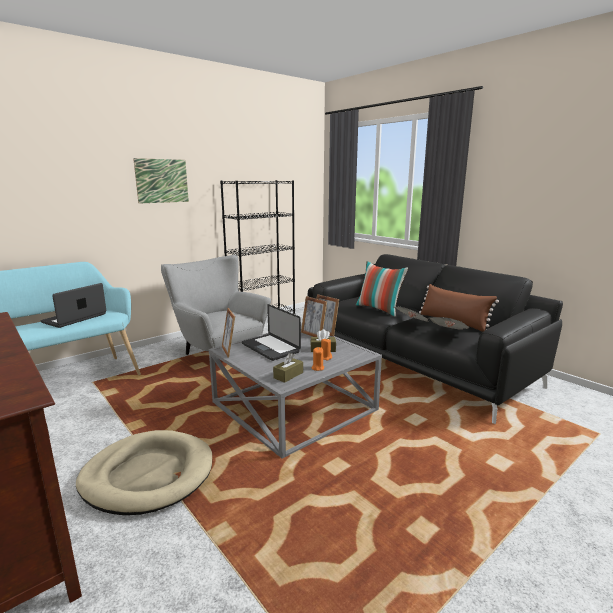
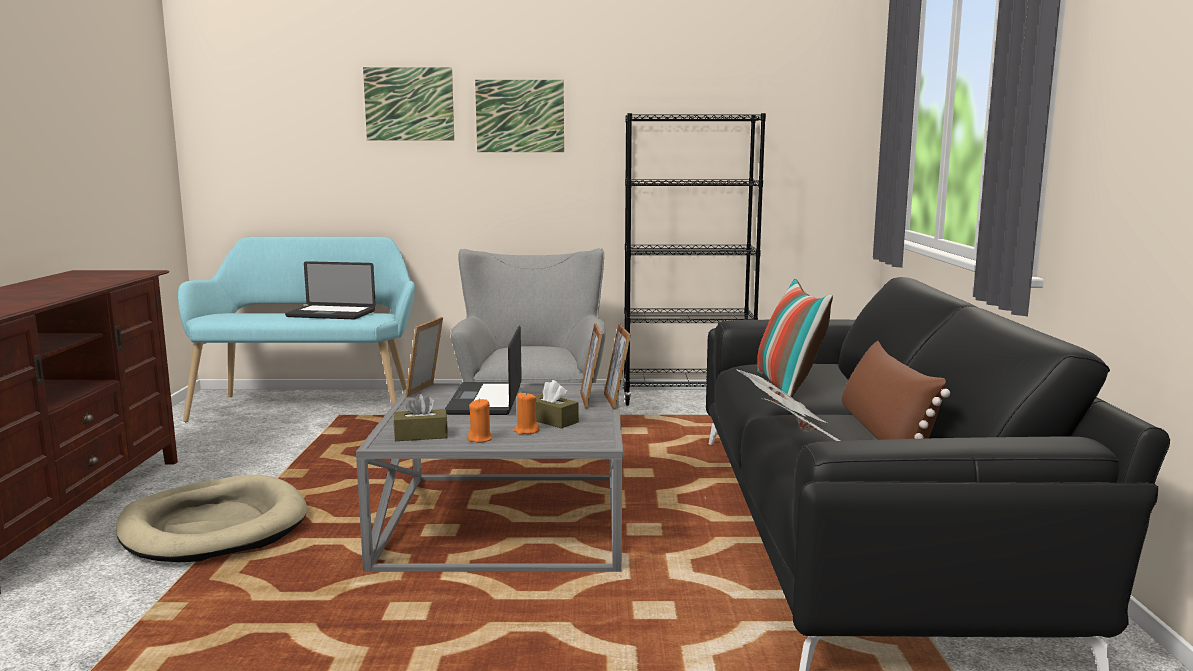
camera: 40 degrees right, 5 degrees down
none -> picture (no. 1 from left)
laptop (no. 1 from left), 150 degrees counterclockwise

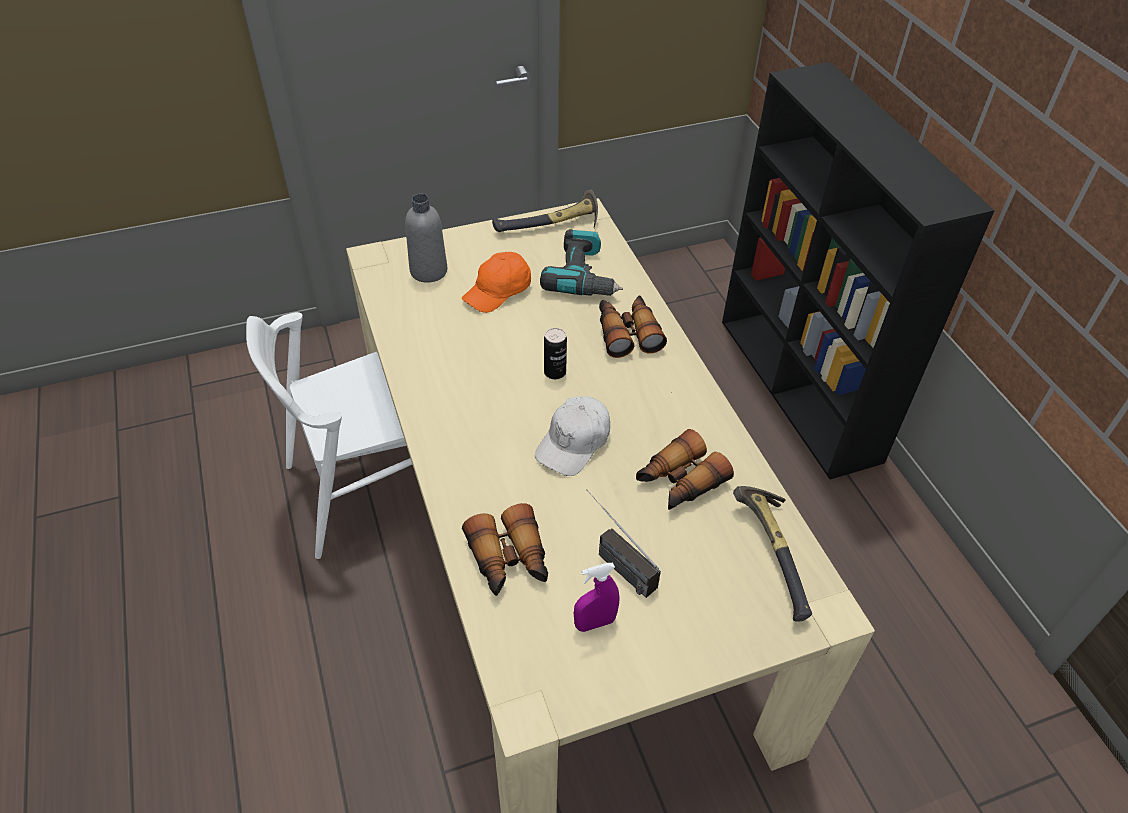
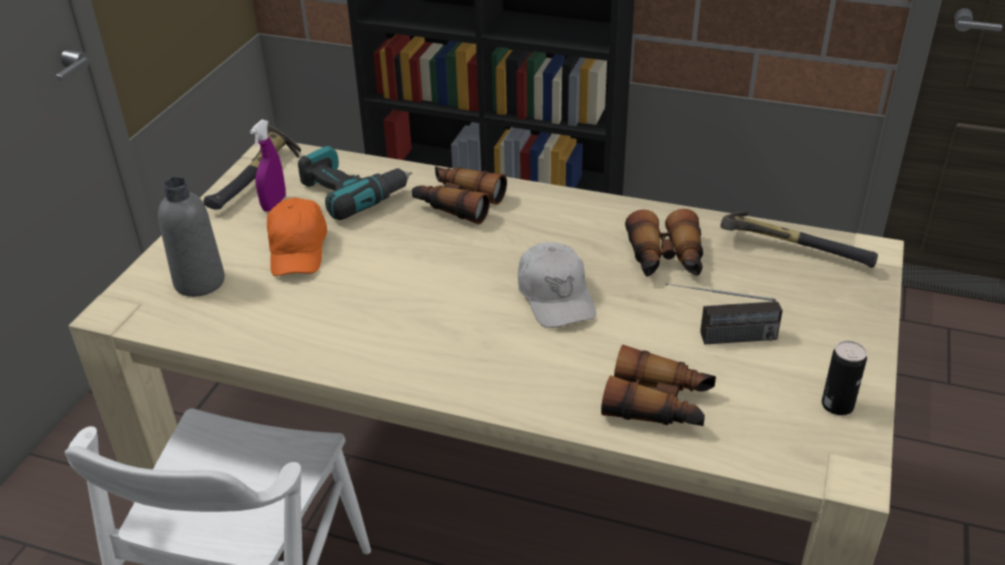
camera: 50 degrees left, 10 degrees down
can, shifted
purple spray bottle, shifted

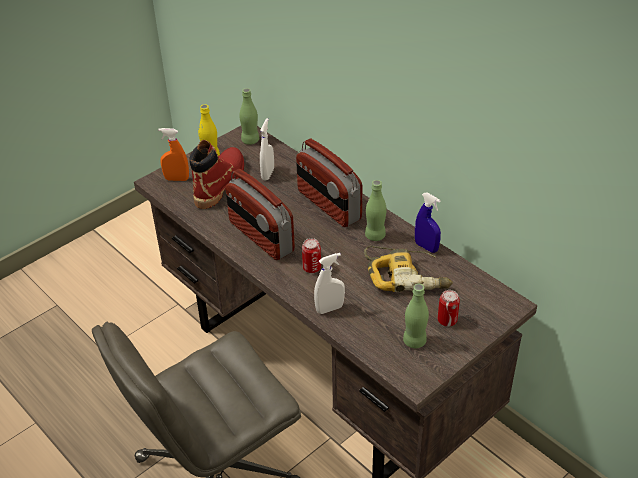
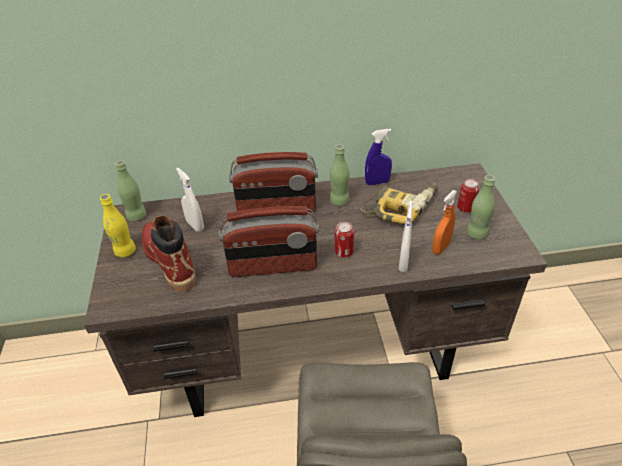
camera: 55 degrees left, 0 degrees up
orange spray bottle, shifted

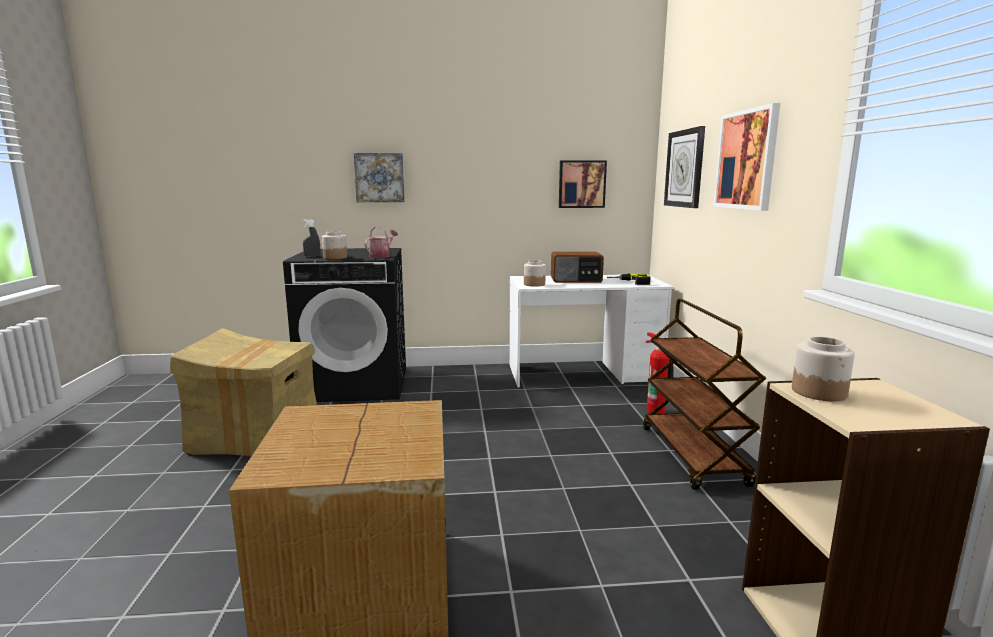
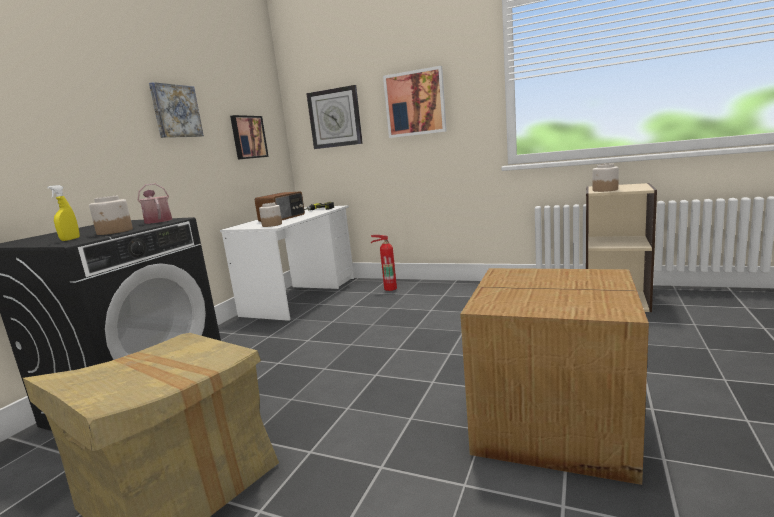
camera: 60 degrees left, 0 degrees up
brown cart -> none
picture (no. 1 from left), shifted
grey spray bottle -> yellow spray bottle

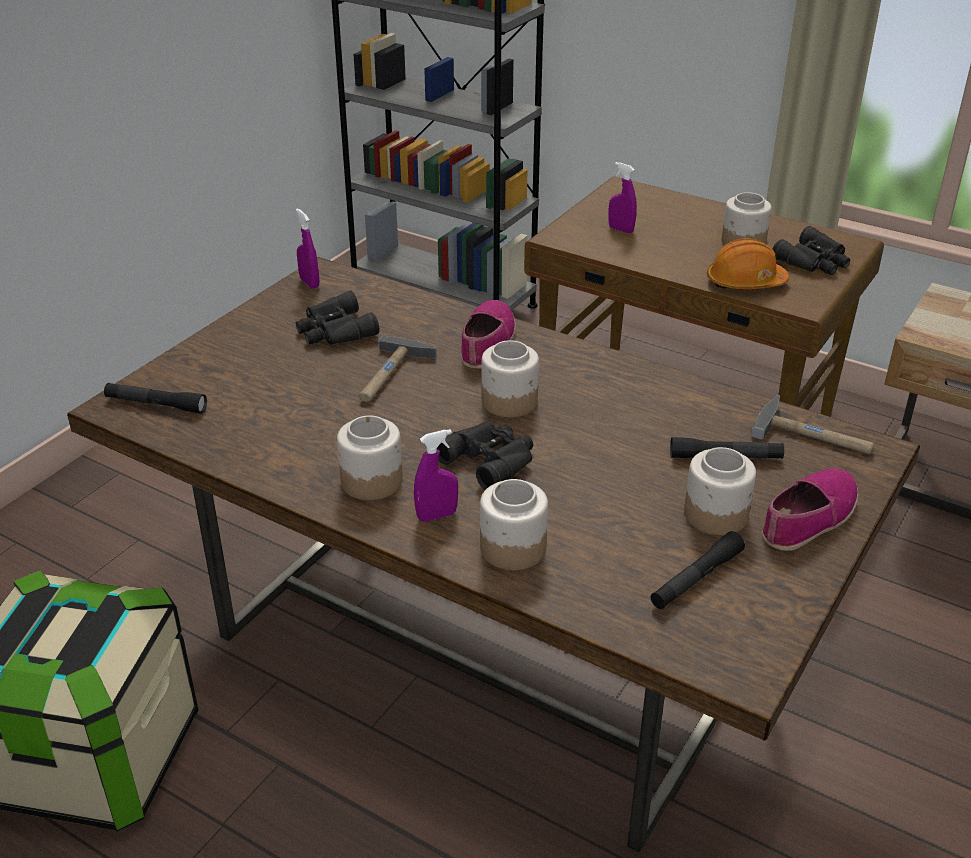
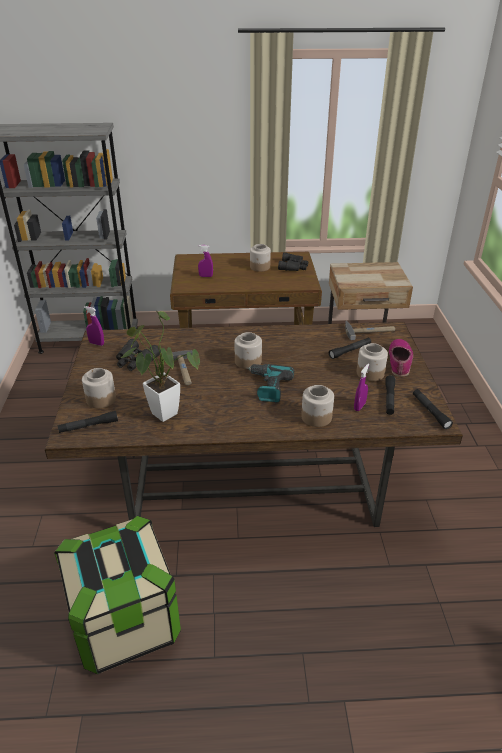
camera: 35 degrees left, 0 degrees up
shoe (no. 1 from left) -> none
orange hard hat -> none
none -> potted plant
none -> black flashlight (no. 4 from left)
jar (no. 1 from left), shifted
purple spray bottle (no. 2 from left in the first image) -> purple spray bottle (no. 3 from left), shifted
black binoculars (no. 2 from left) -> power drill

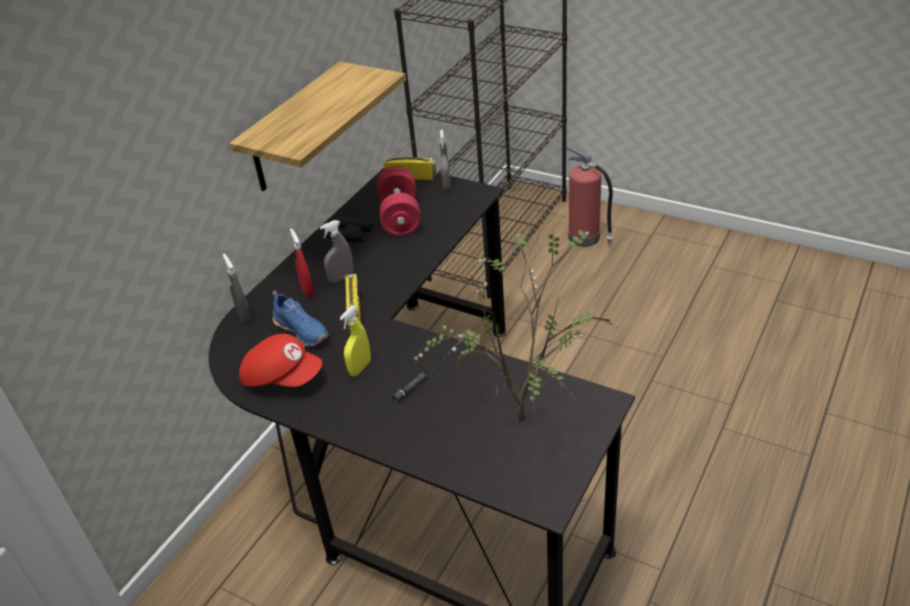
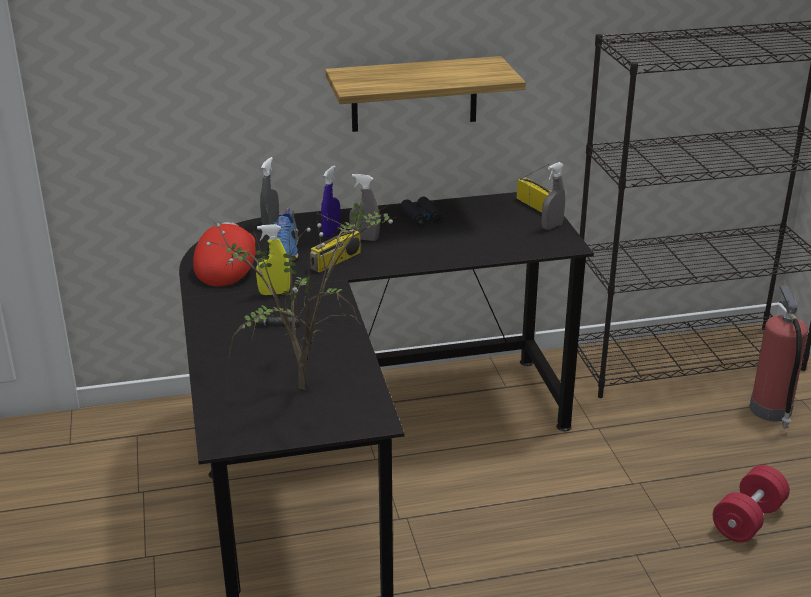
camera: 45 degrees right, 10 degrees down
red dumbbell, shifted
red spray bottle -> blue spray bottle
red cap, 150 degrees counterclockwise

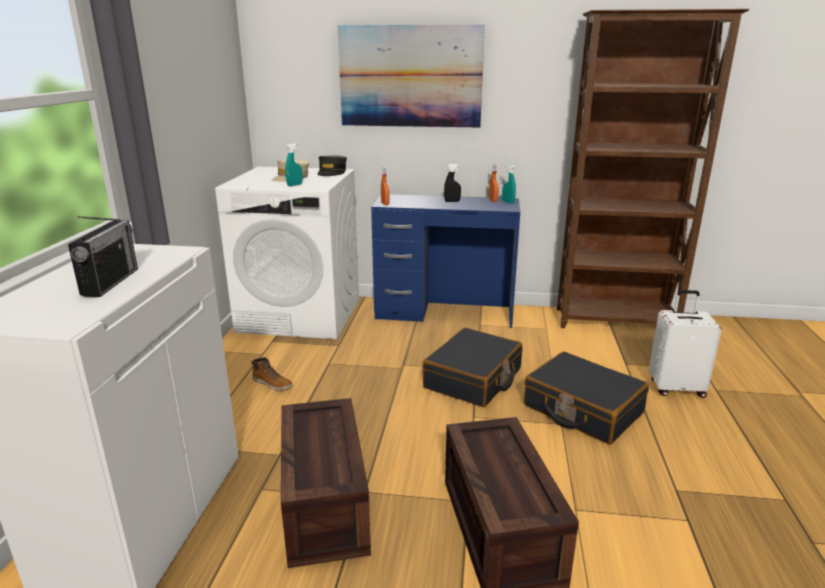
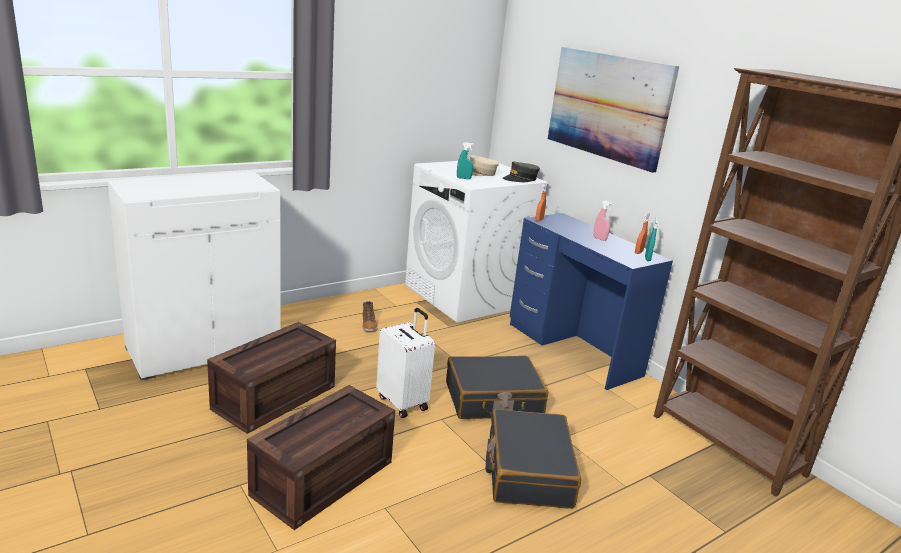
camera: 45 degrees right, 0 degrees up
radio -> none
white suitcase, shifted
black spray bottle -> pink spray bottle

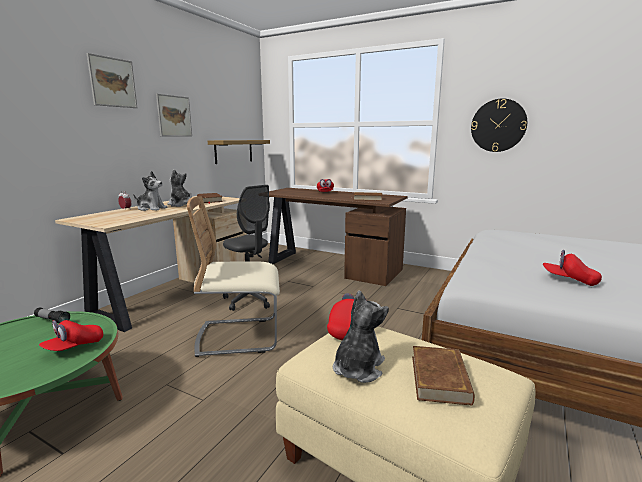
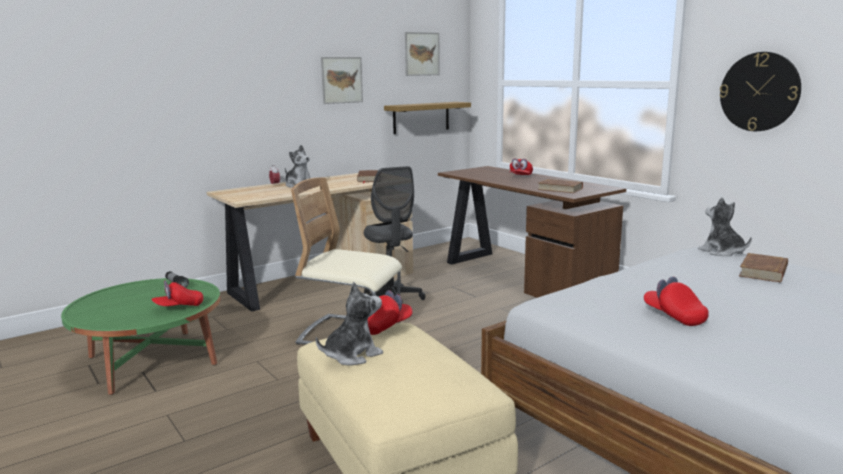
camera: 25 degrees right, 0 degrees up
picture (no. 1 from left in the first image) -> picture (no. 2 from left), shifted
plush toy (no. 2 from left in the first image) -> plush toy (no. 3 from left), shifted
brown book (no. 3 from left), shifted

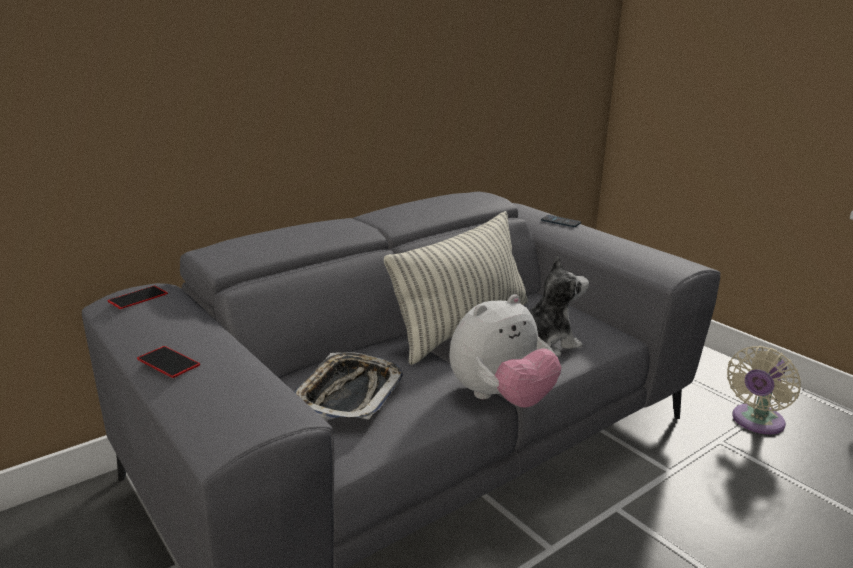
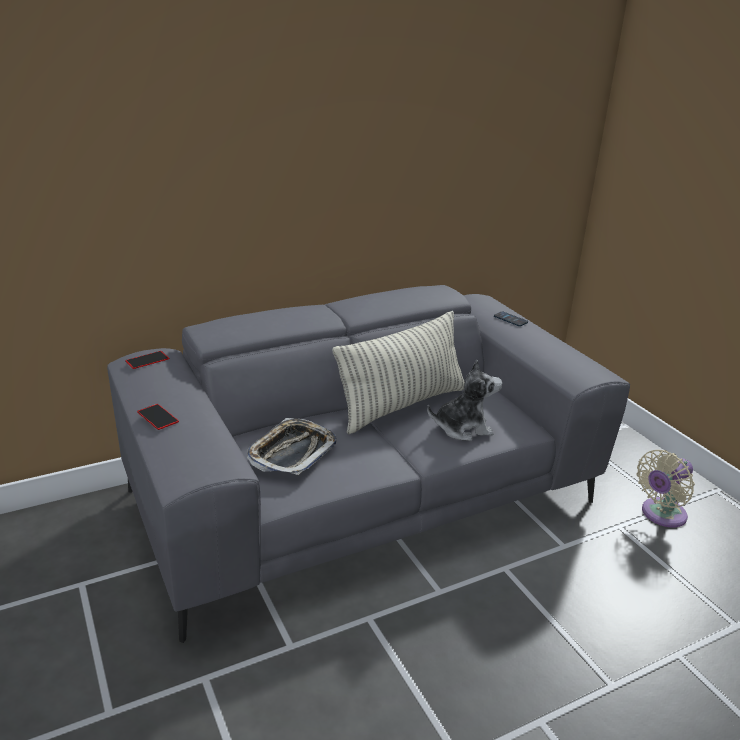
camera: 10 degrees right, 5 degrees up
plush toy (no. 1 from left) -> none

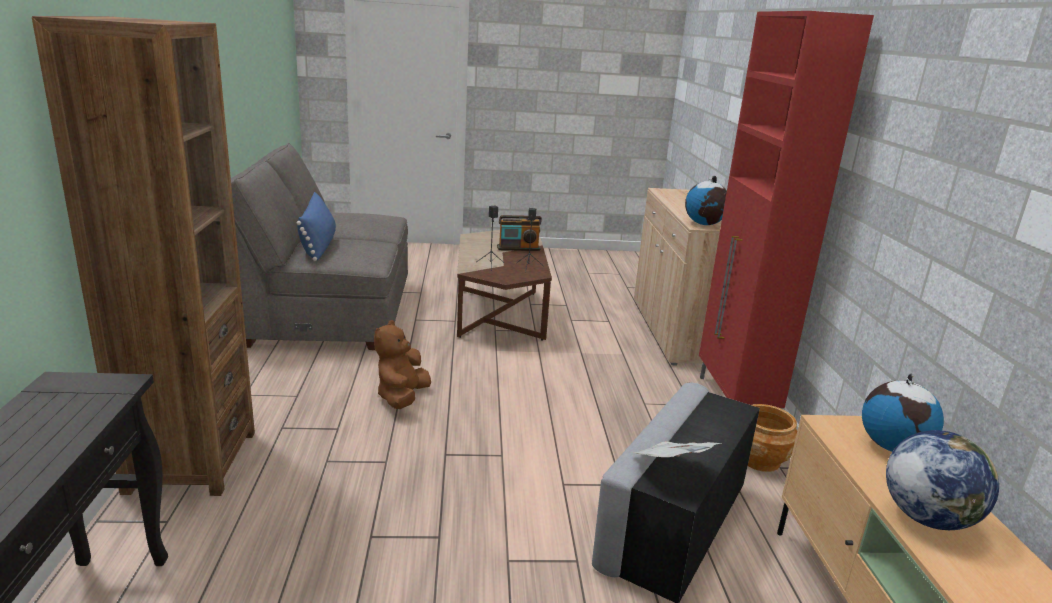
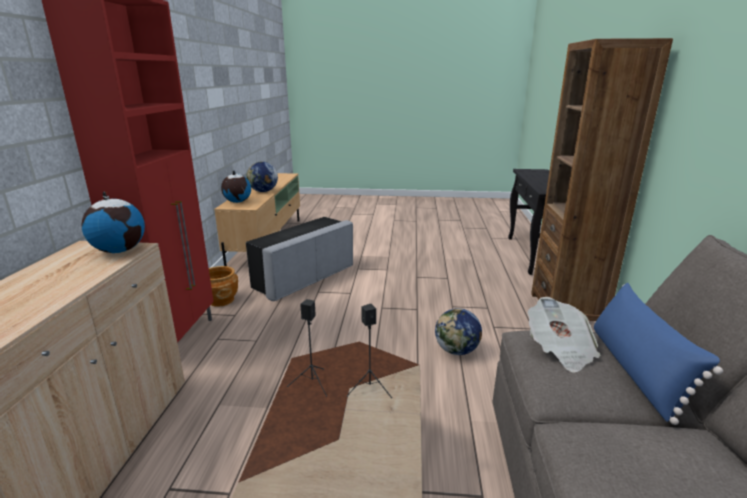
camera: 170 degrees left, 0 degrees up
radio -> none
newspaper, shifted
brown plush toy -> globe (no. 4 from left)

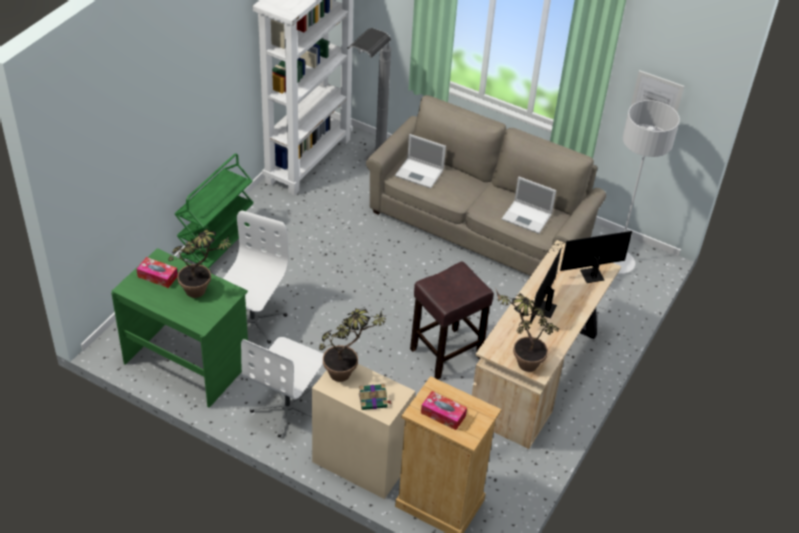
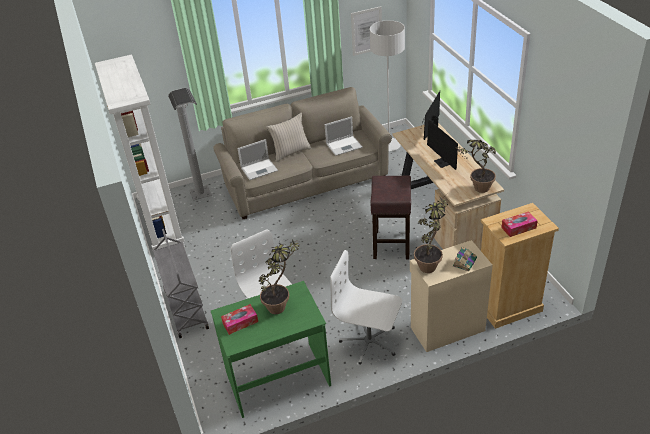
camera: 45 degrees left, 5 degrees down
none -> beige pillow
green cart -> grey cart
white office chair (no. 2 from left), 135 degrees clockwise

